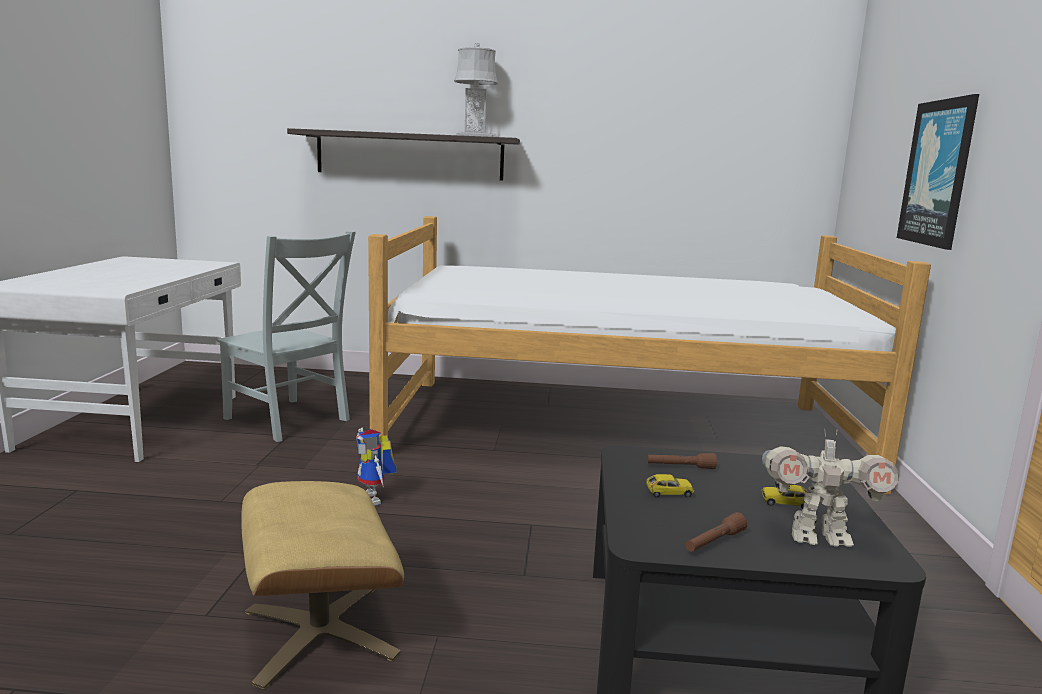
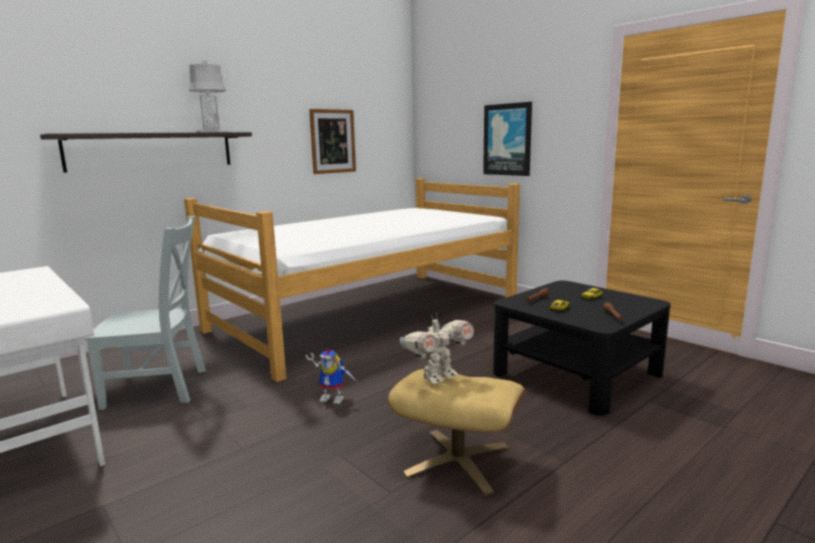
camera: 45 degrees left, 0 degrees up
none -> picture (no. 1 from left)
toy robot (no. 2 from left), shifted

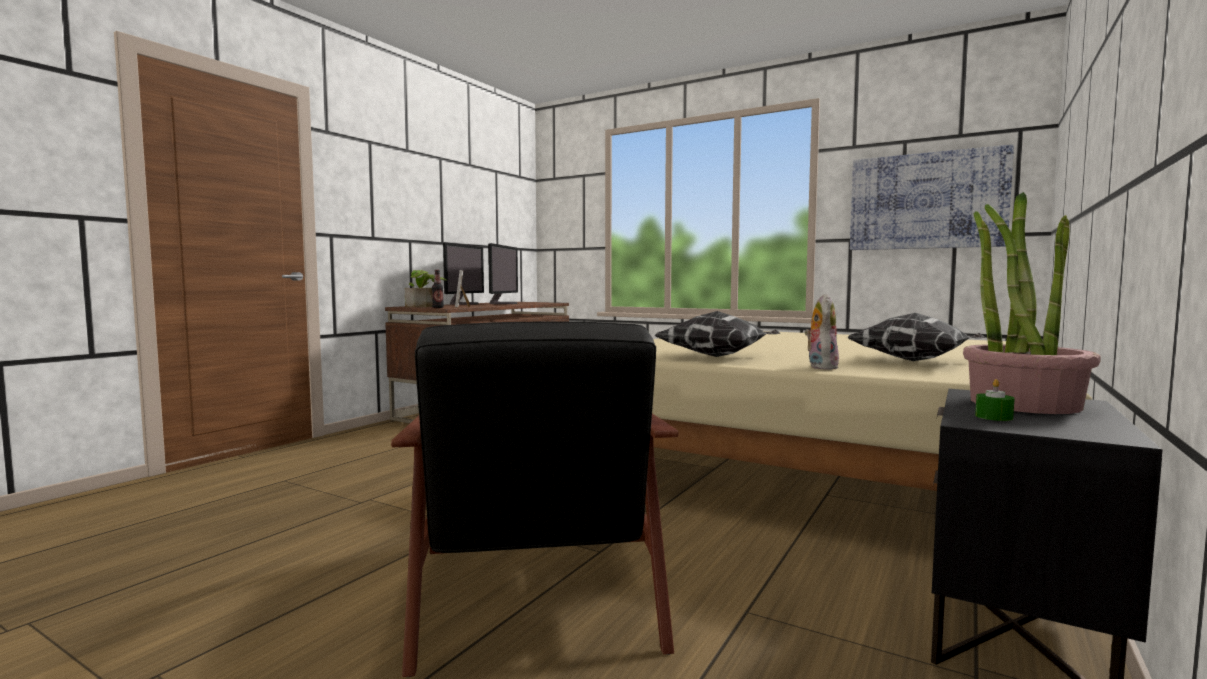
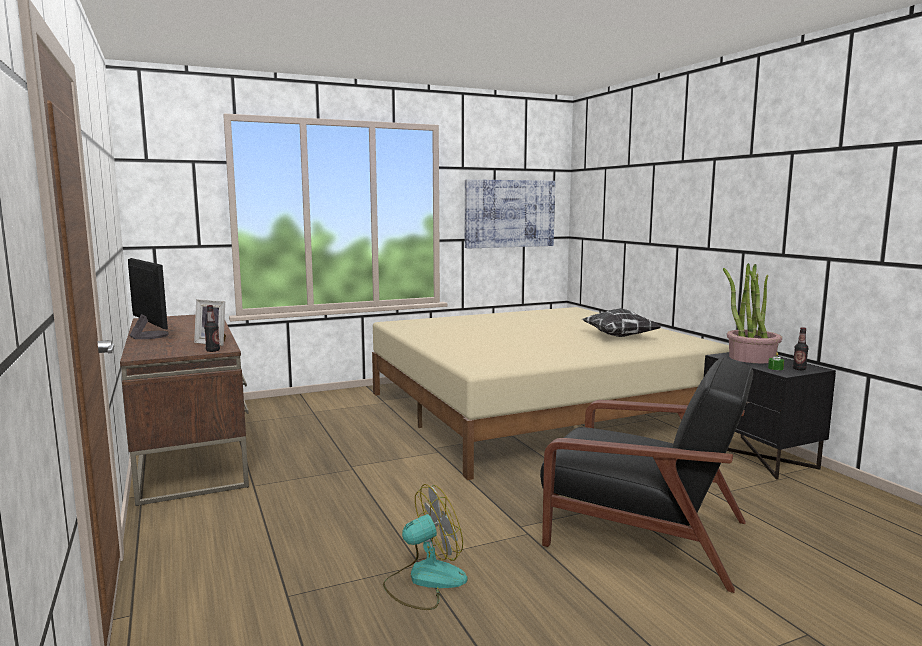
camera: 55 degrees left, 5 degrees up
potted plant (no. 1 from left) -> none
monitor (no. 2 from left) -> none
pillow (no. 1 from left) -> none
plush toy -> none
none -> fan
none -> bottle (no. 2 from left)

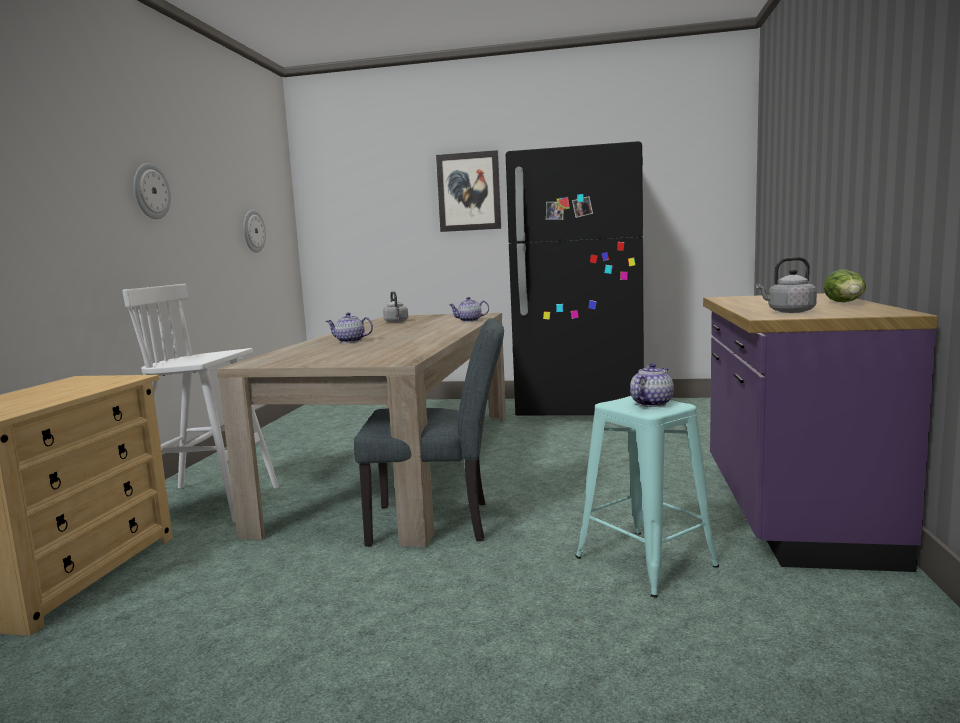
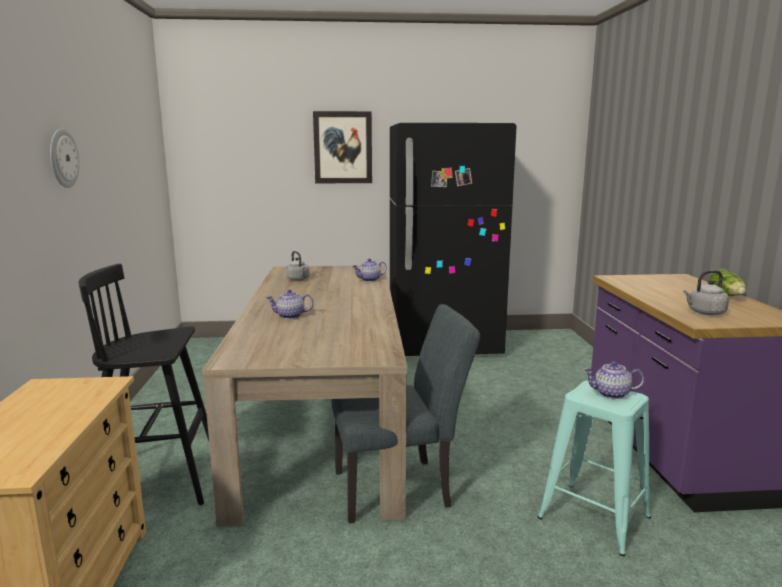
camera: 15 degrees left, 5 degrees up
wall clock (no. 2 from left) -> none
white stool -> black stool
teapot (no. 3 from left), 105 degrees counterclockwise

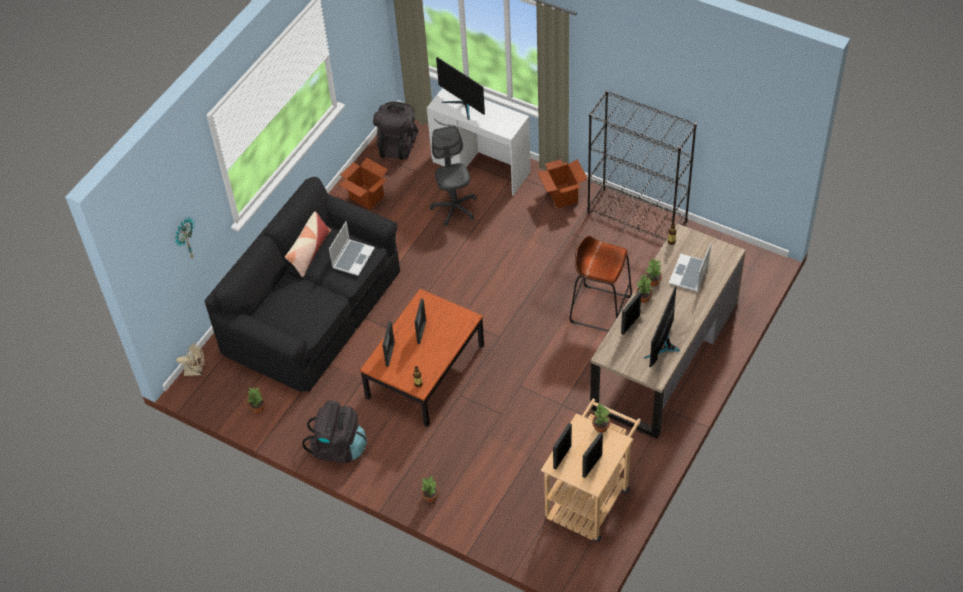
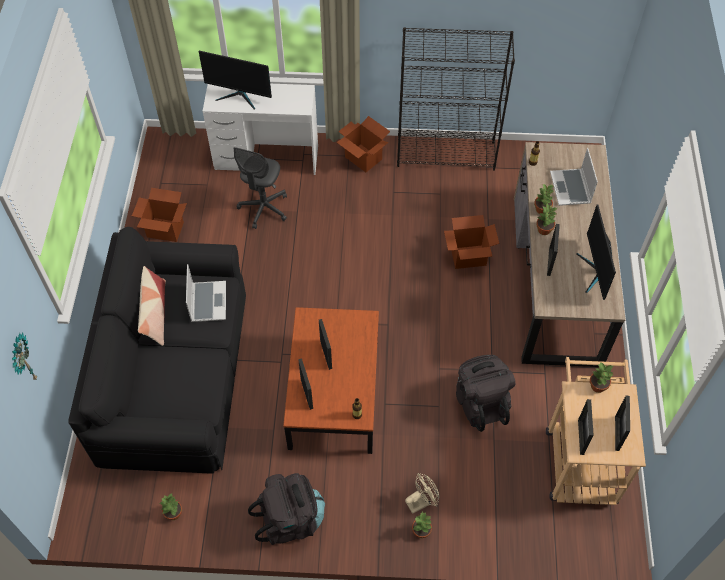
camera: 30 degrees left, 5 degrees up
beige fan, shifted
black backpack (no. 2 from left), shifted
brown stool -> cardboard box (no. 3 from left)
grey office chair, 120 degrees counterclockwise

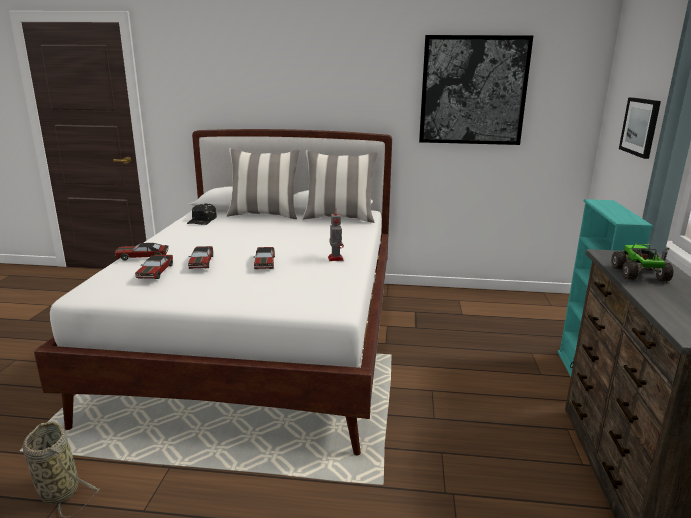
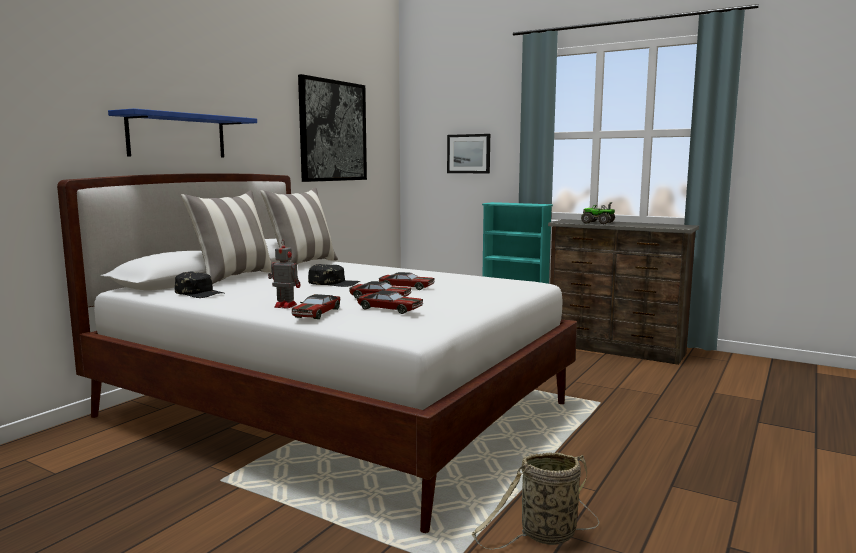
camera: 65 degrees left, 10 degrees down
none -> blue shelf
none -> black cap (no. 2 from left)
toy robot, shifted

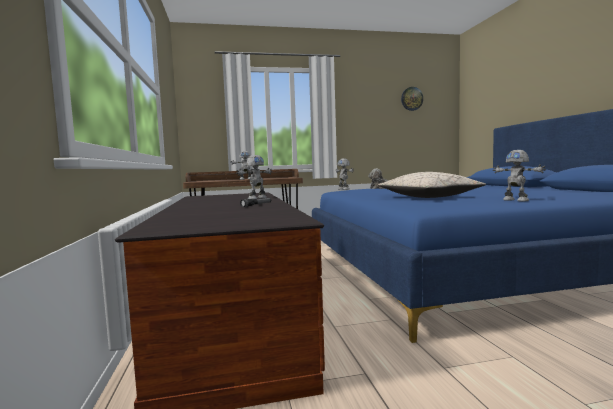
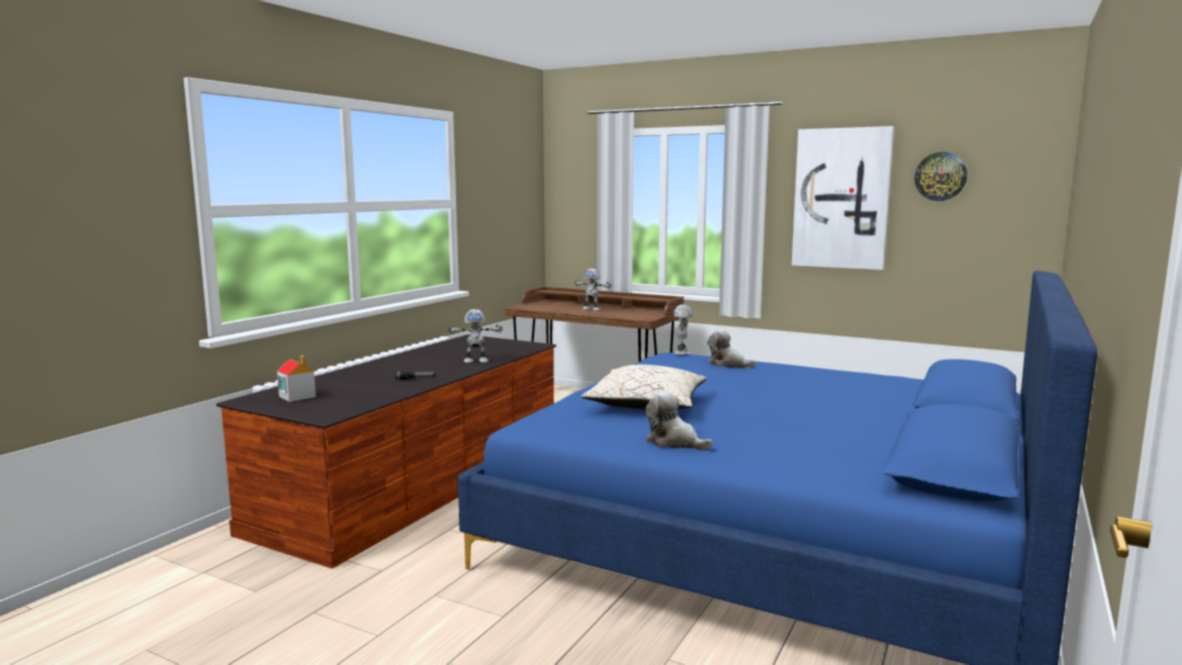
camera: 40 degrees right, 5 degrees up
none -> toy house
none -> picture
toy robot (no. 4 from left) -> plush toy (no. 1 from left)

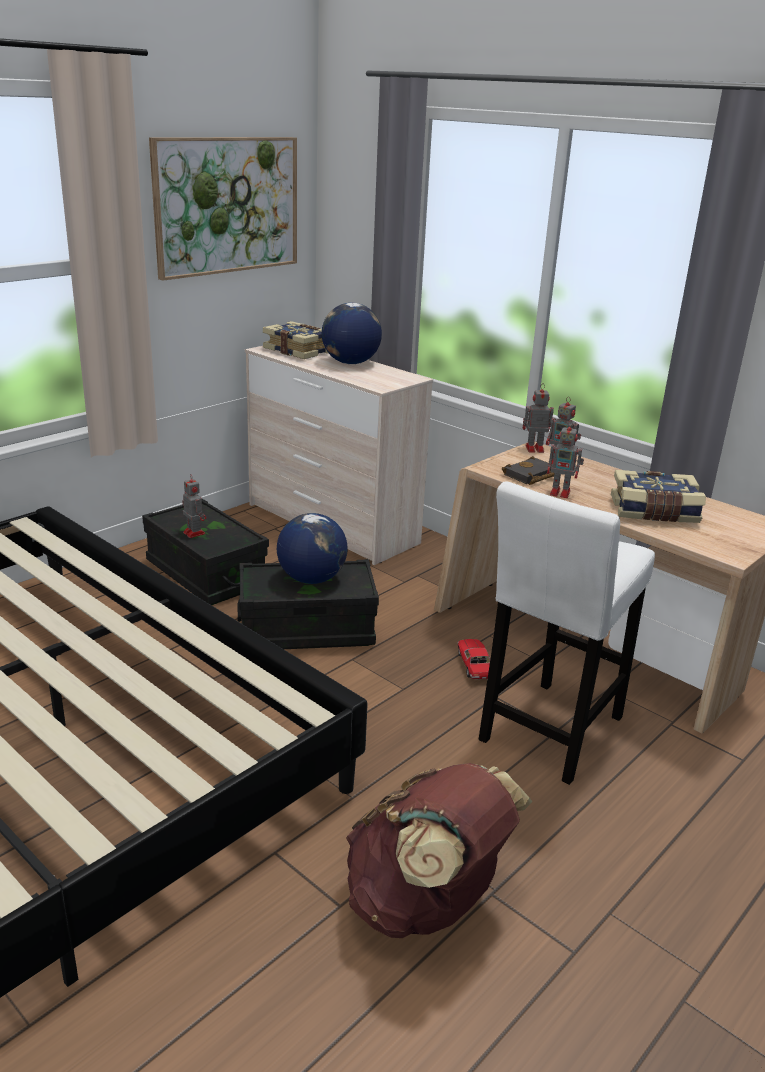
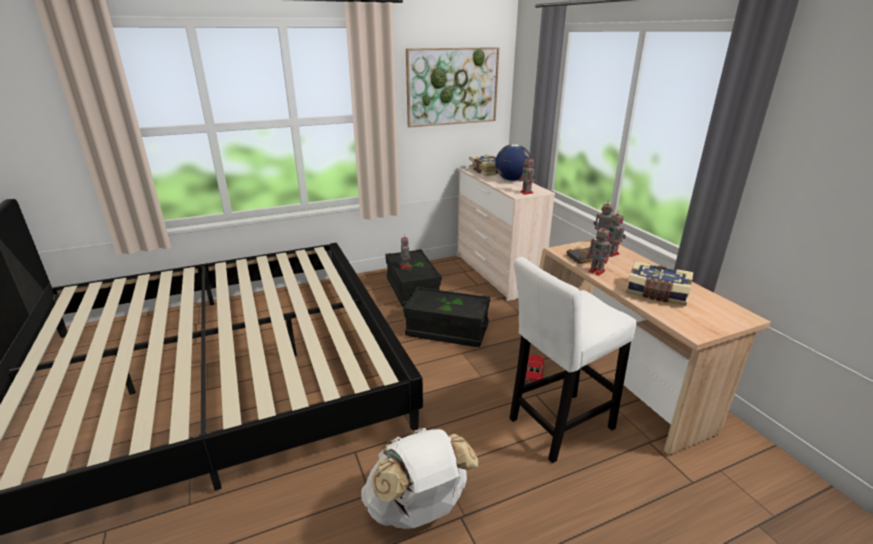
camera: 25 degrees right, 0 degrees up
globe (no. 1 from left) -> none
none -> toy robot (no. 2 from left)
brown backpack -> white backpack

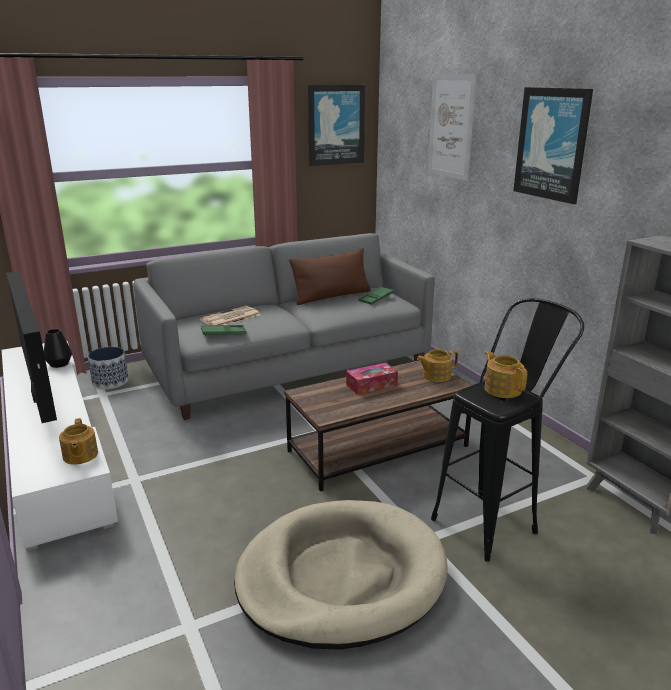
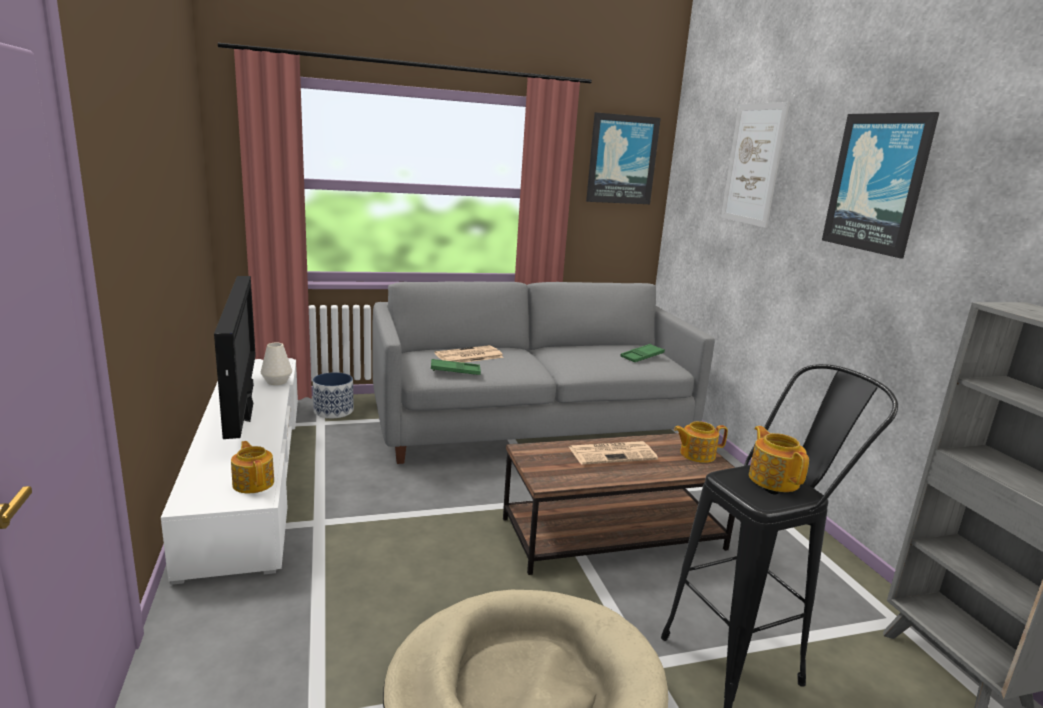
camera: 10 degrees right, 5 degrees down
brown pillow -> none
tissue box -> newspaper (no. 2 from left)
black vase -> white vase
teapot (no. 1 from left), 150 degrees clockwise

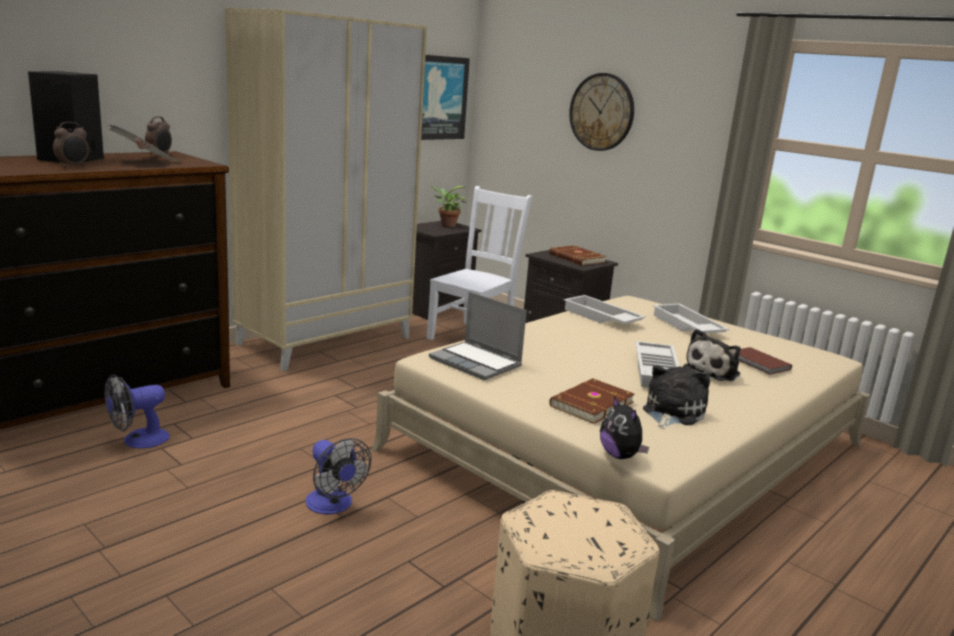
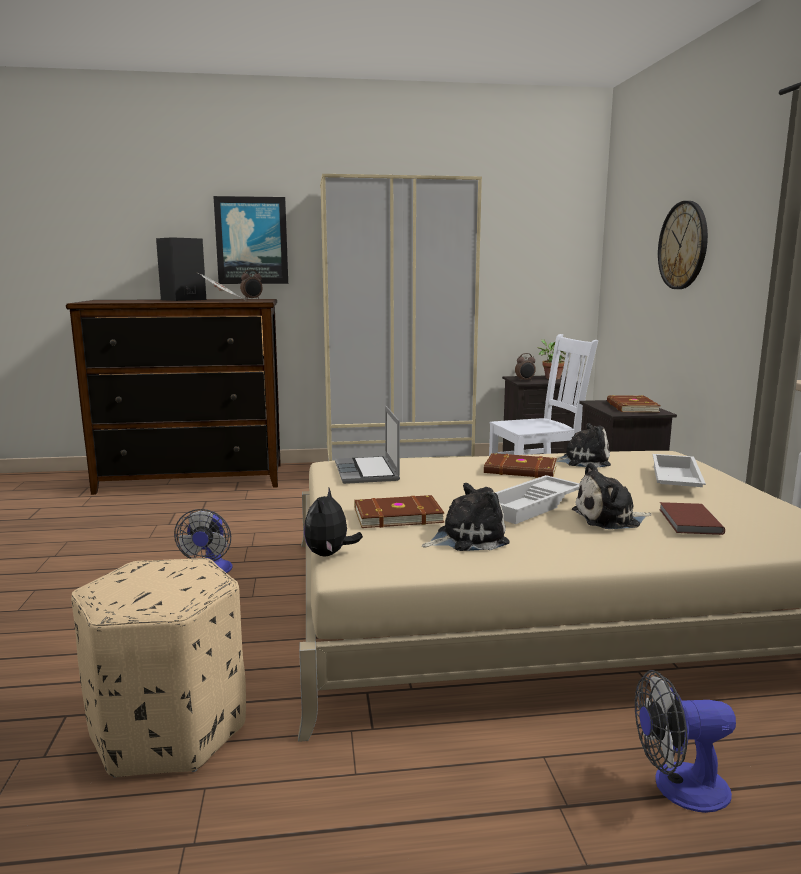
camera: 40 degrees right, 5 degrees down
none -> brown book (no. 2 from left)
alarm clock (no. 1 from left in the first image) -> alarm clock (no. 2 from left), shifted
fan (no. 1 from left in the first image) -> fan (no. 2 from left), shifted
picture, shifted
white tray (no. 1 from left) -> plush toy (no. 3 from left)

